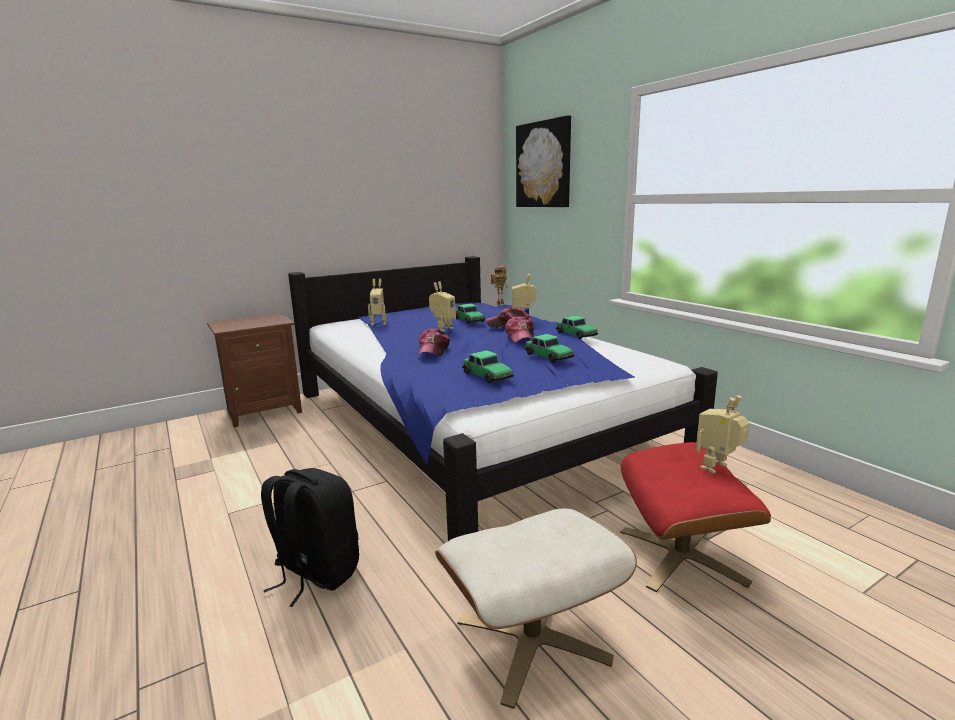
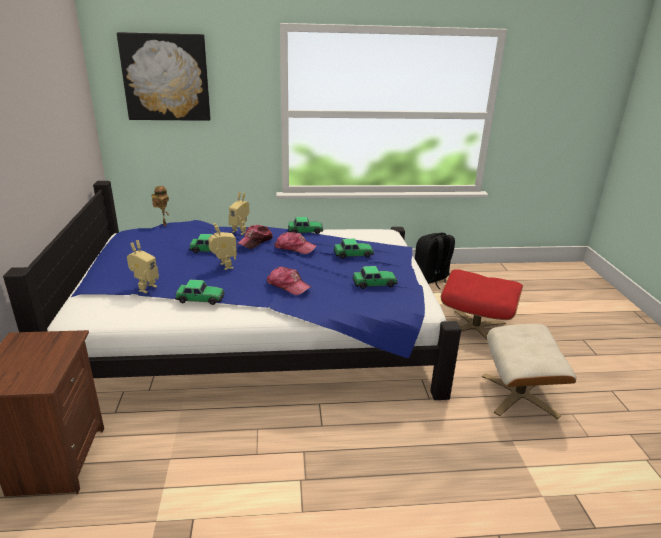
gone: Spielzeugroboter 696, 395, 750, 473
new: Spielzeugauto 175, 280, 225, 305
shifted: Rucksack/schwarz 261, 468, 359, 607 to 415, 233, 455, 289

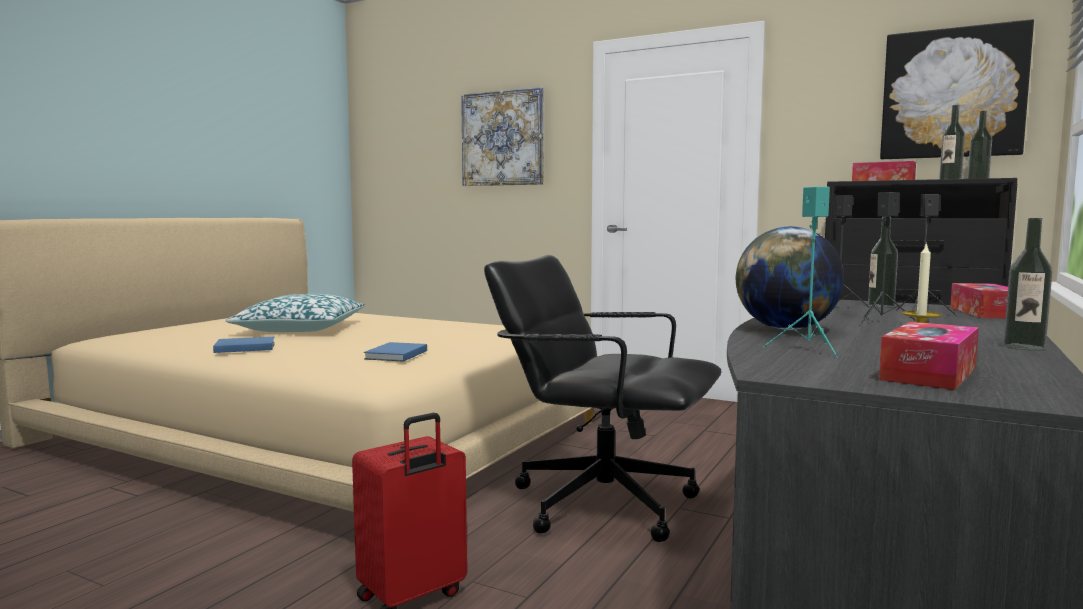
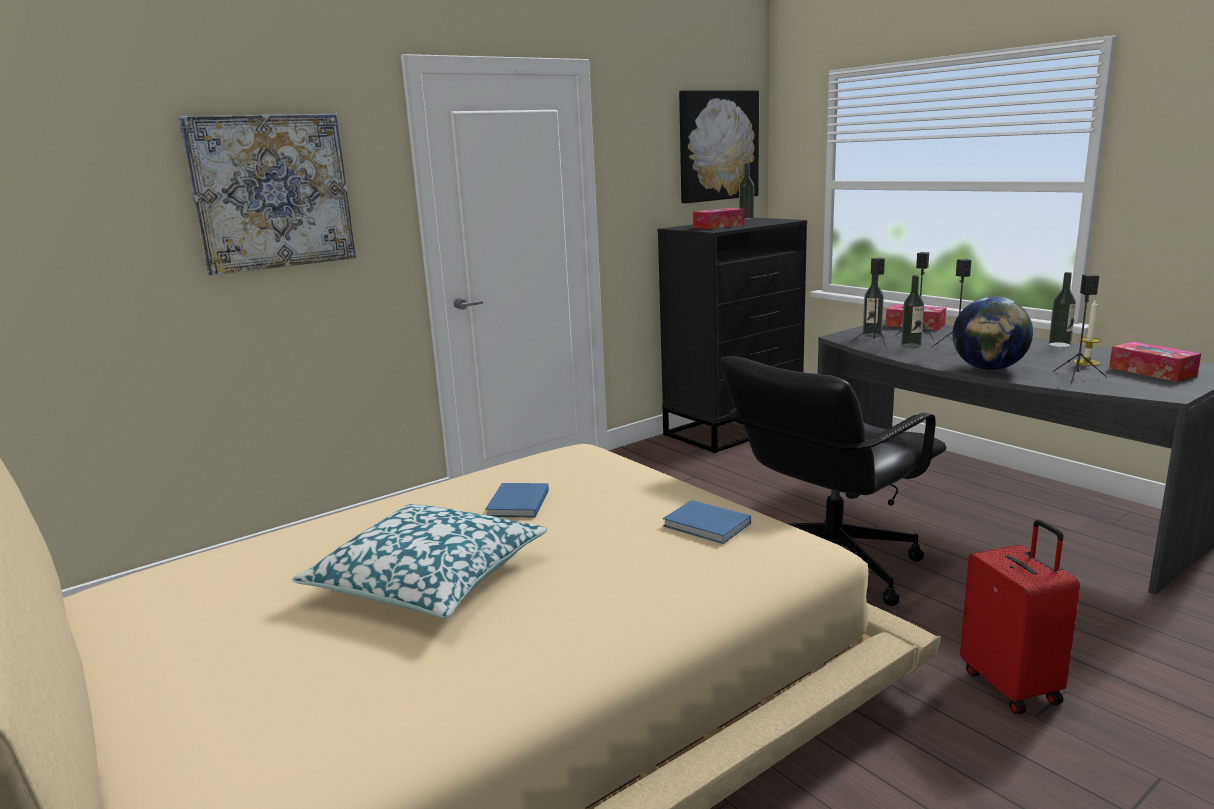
shifted: Flasche 939, 105, 965, 179 to 901, 275, 924, 348; Buch/blau 213, 337, 275, 353 to 485, 483, 549, 518
repainted: Lautsprecher/türkis 762, 187, 838, 358 to Lautsprecher/schwarz 1053, 274, 1107, 384

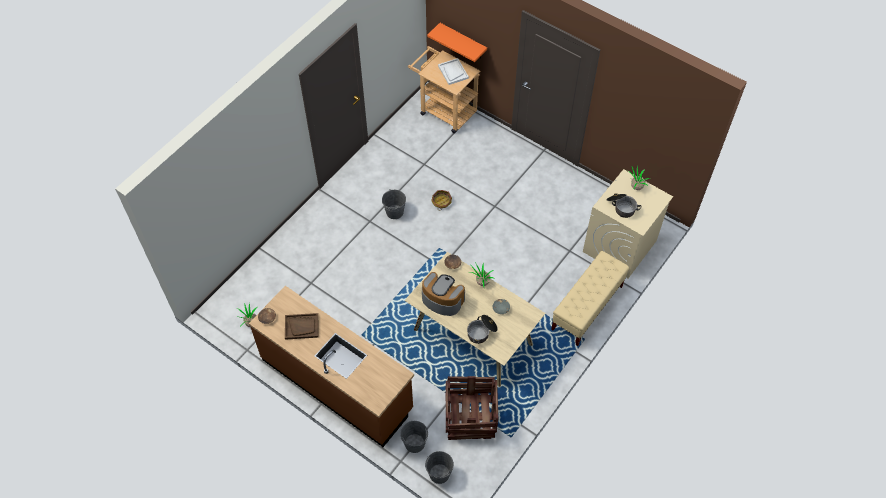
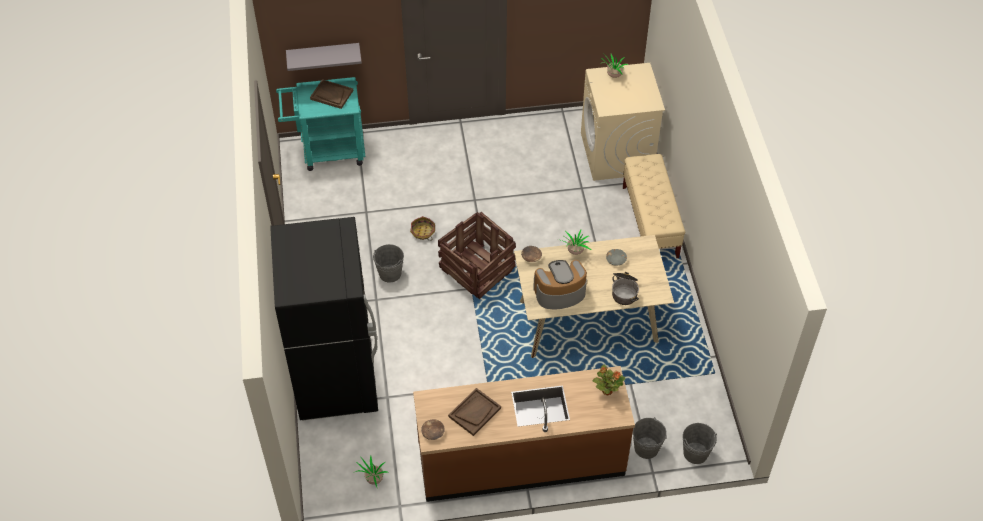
gone: Kochtopf 606, 193, 641, 218
new: Kühlschrank/schwarz 270, 217, 378, 420; Topfpflanze 593, 365, 625, 395
shifted: Kiste 446, 376, 498, 440 to 438, 212, 516, 299
repainted: Wandregal/orange 427, 23, 487, 62 to Wandregal/grau 286, 43, 362, 71; Rollwagen/beige 408, 46, 480, 133 to Rollwagen/türkis 276, 77, 366, 171; Tablett/weiß 438, 58, 469, 85 to Tablett/braun 310, 79, 353, 109

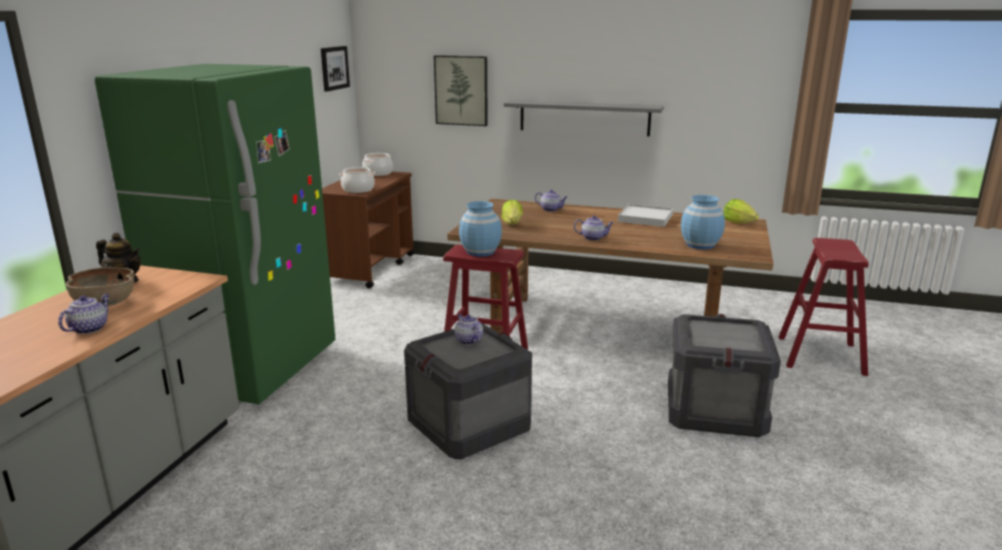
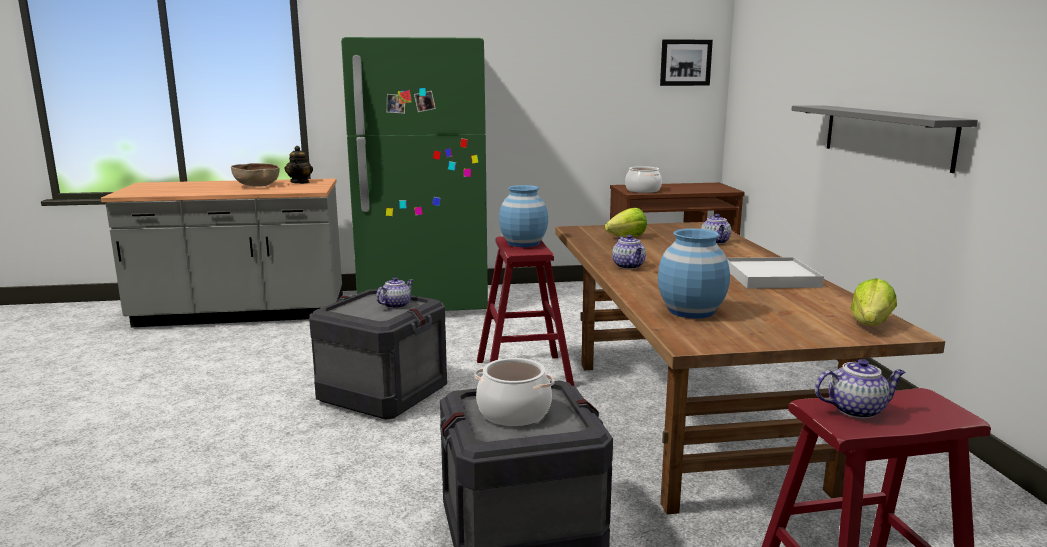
gone: Bild 434, 55, 488, 126
shifted: Kochtopf 362, 153, 393, 176 to 474, 358, 555, 426; Teekanne 58, 294, 109, 334 to 815, 359, 906, 418

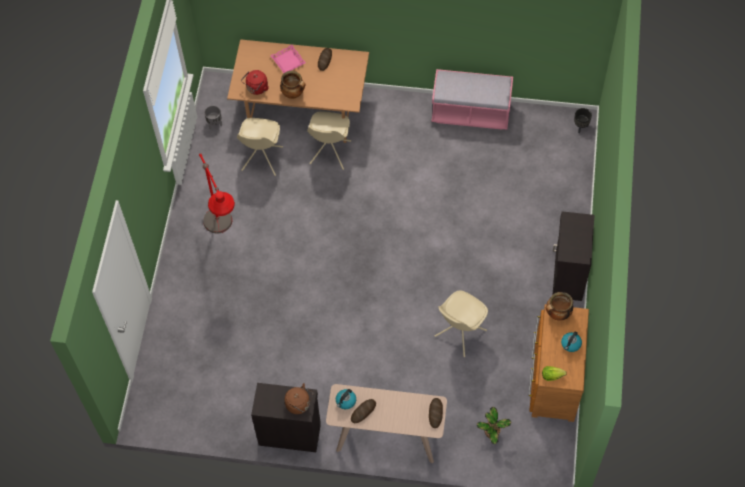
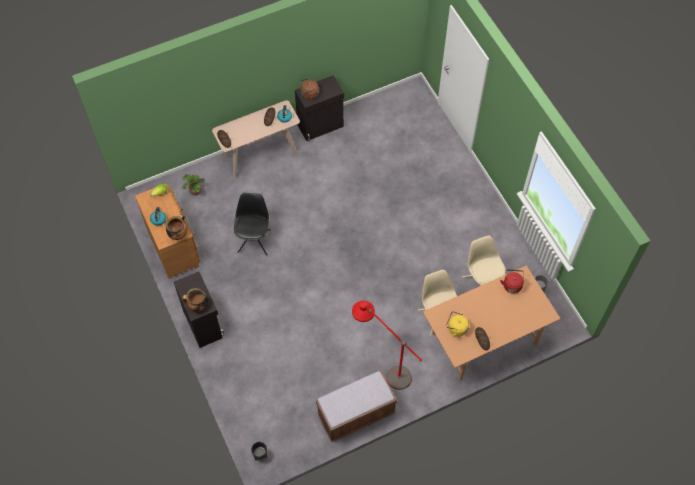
gone: Tablett/rosa 270, 45, 306, 73
new: Wasserkessel/gelb 446, 311, 469, 337
shifted: Kochtopf 280, 71, 306, 99 to 182, 288, 208, 312; Stehlampe/rot 199, 153, 235, 234 to 352, 301, 422, 390
repainted: Bank/rosa 431, 69, 513, 130 to Bank/braun 316, 371, 397, 443; Stuhl/beige 434, 291, 488, 357 to Stuhl/schwarz 234, 193, 271, 255

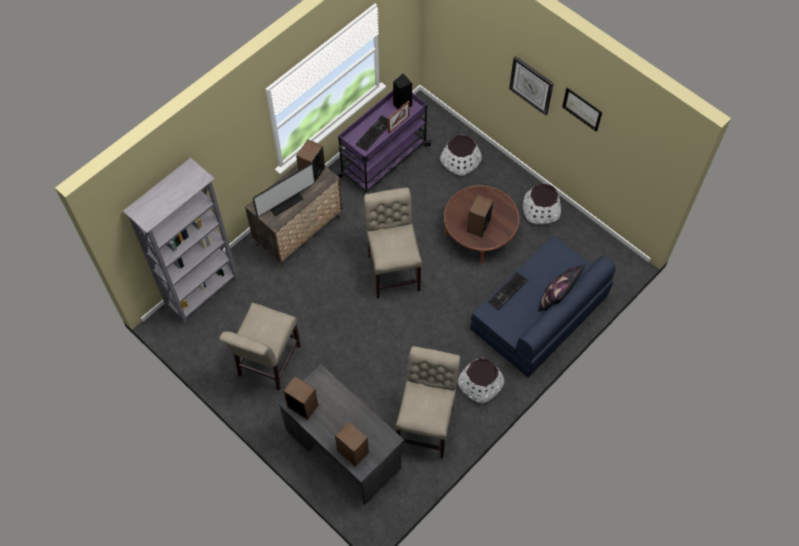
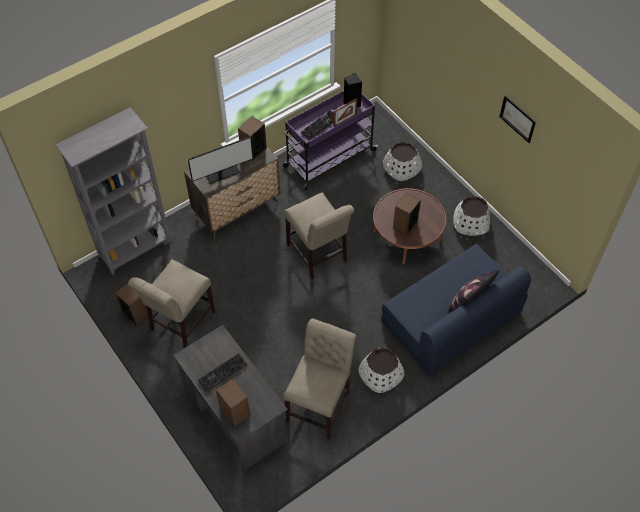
gone: Wanduhr 509, 56, 554, 116
shifted: Tastatur 488, 272, 528, 310 to 198, 353, 247, 392; Lautsprecher 283, 376, 318, 420 to 115, 283, 148, 325
rotated: Stuhl/beige 364, 187, 422, 299 = 284, 192, 354, 279 150 degrees clockwise

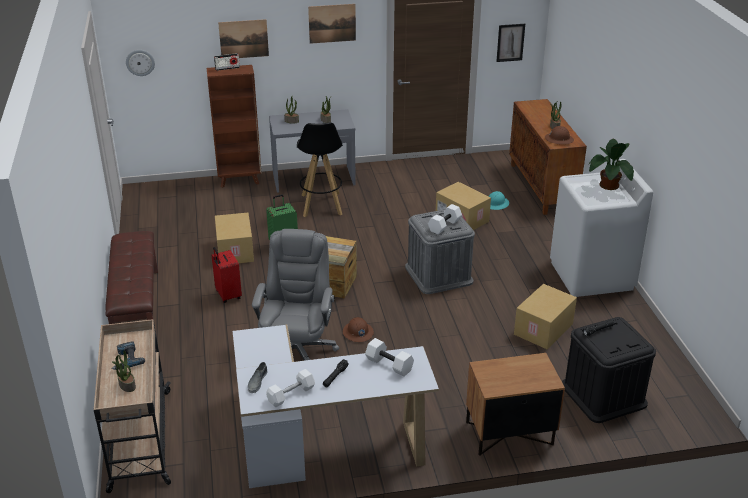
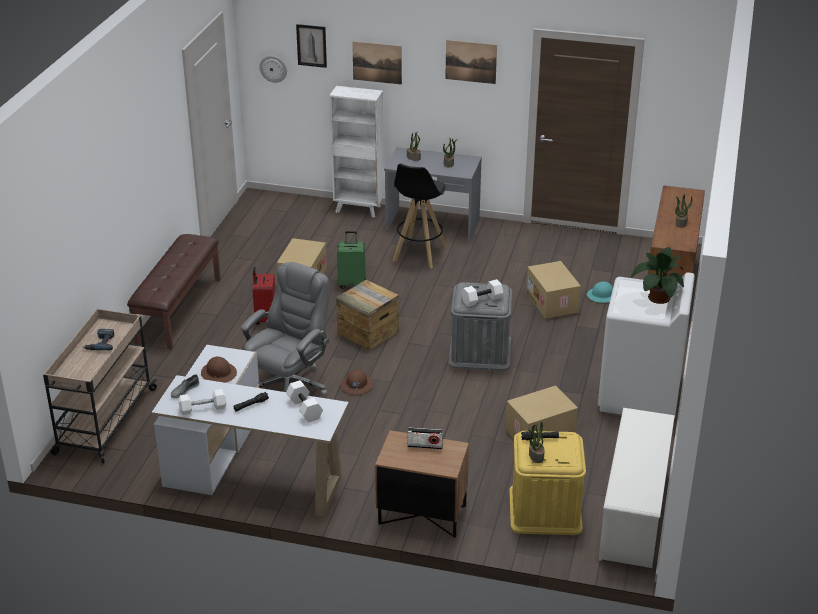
new: Schuhregal/weiß 598, 408, 675, 568
shifted: Bild 496, 24, 525, 62 to 296, 24, 327, 68; Radio 214, 53, 240, 71 to 407, 427, 443, 449; Schutzhelm/braun 545, 126, 574, 145 to 201, 356, 237, 383; Topfpflanze 112, 350, 136, 392 to 528, 422, 545, 463
repainted: Bücherregal/braun 207, 65, 261, 188 to Bücherregal/weiß 329, 86, 384, 217; Aufbewahrungsbox/schwarz 562, 317, 656, 423 to Aufbewahrungsbox/gelb 509, 431, 586, 535

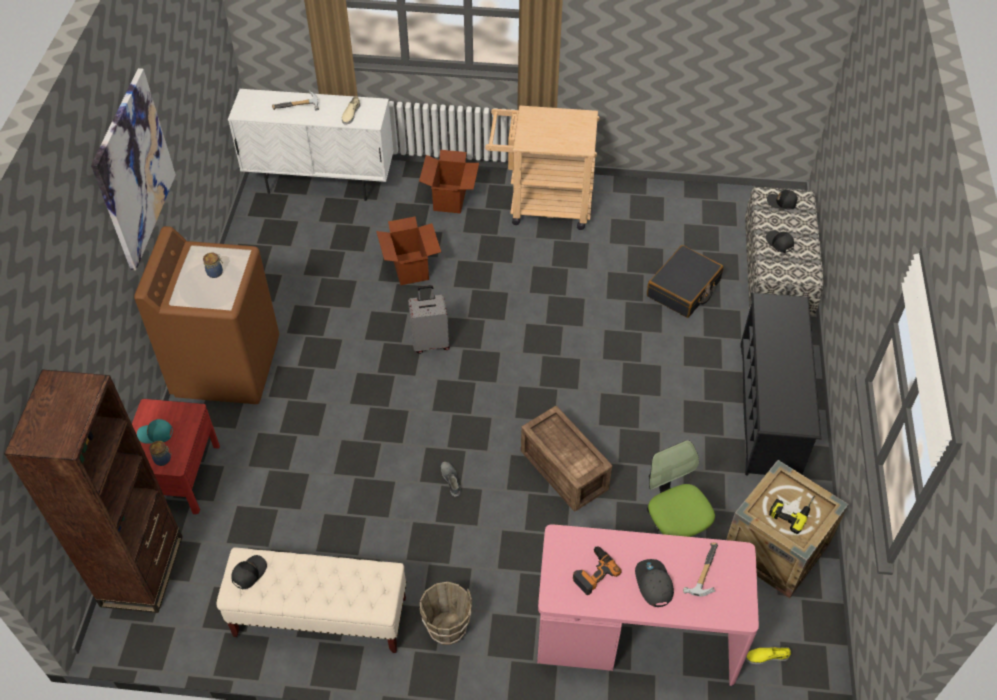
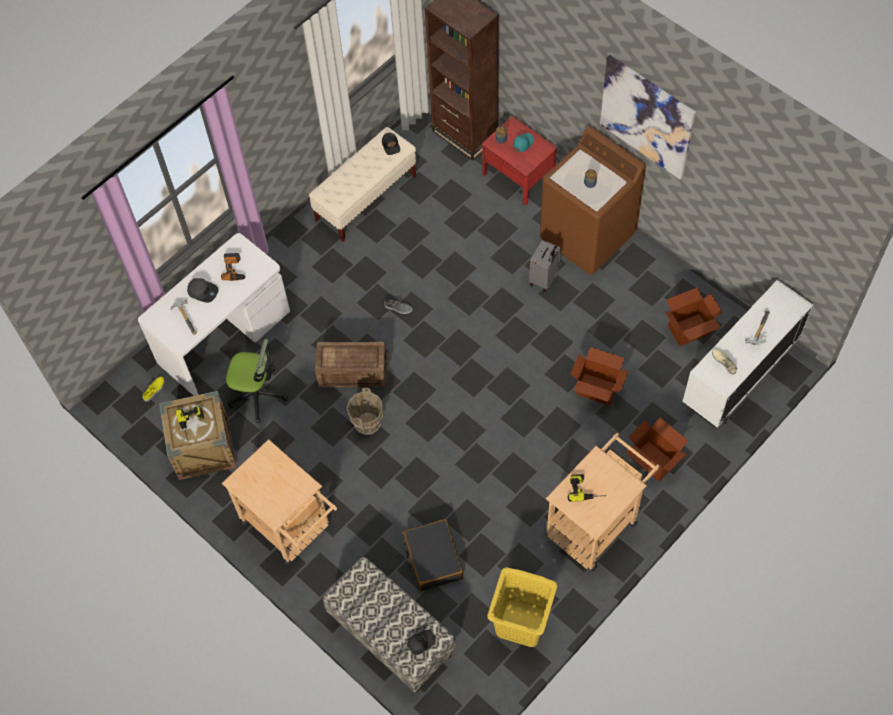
gone: Kappe/schwarz 766, 230, 794, 253
new: Karton 665, 287, 723, 346; Bohrmaschine 568, 474, 606, 502; Wäschekorb/gelb 487, 567, 557, 647
shifted: Koffer/grau 408, 285, 450, 354 to 529, 240, 561, 292; Eimer/braun 420, 582, 472, 645 to 347, 388, 383, 435
swapped: Schuhregal/schwarz 740, 293, 821, 476 to Rollwagen/beige 222, 439, 337, 565
repainted: Schreibtisch/rosa 537, 524, 759, 686 to Schreibtisch/weiß 138, 233, 290, 396

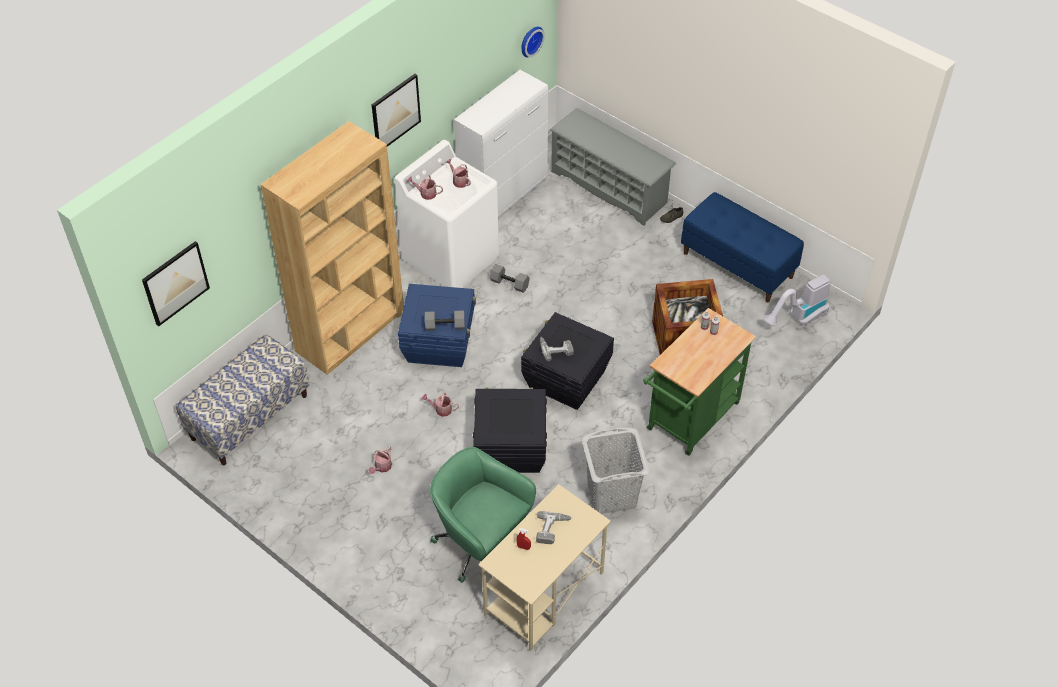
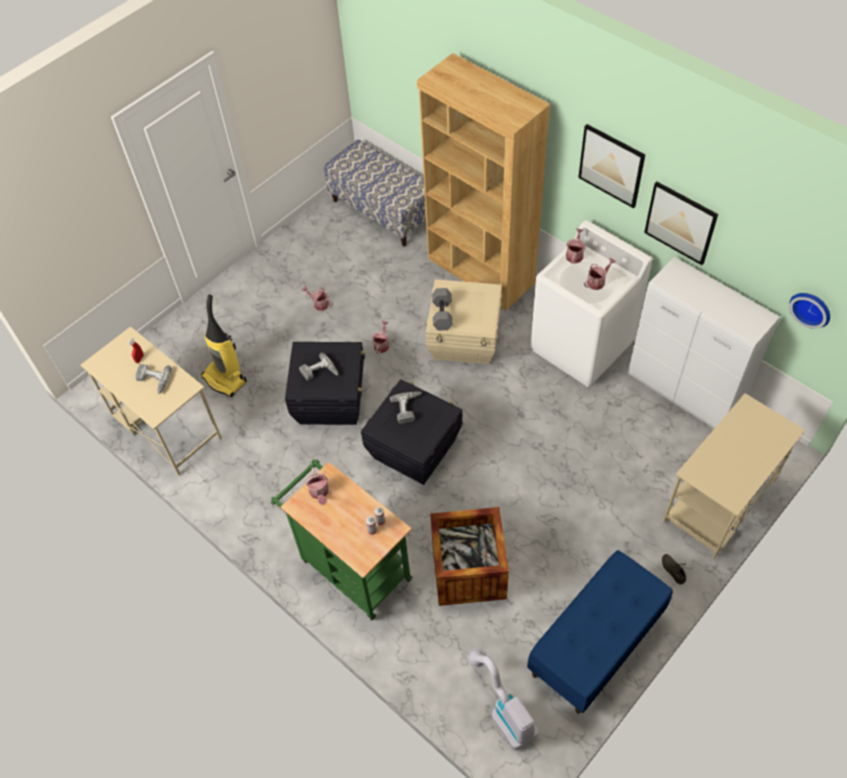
gone: Hantel/grau 490, 264, 530, 293; Wäschekorb/grau 582, 428, 650, 514
new: Bohrmaschine 299, 353, 338, 380; Gießkanne 306, 467, 329, 505
shifted: Bild 142, 241, 210, 326 to 644, 182, 718, 265
swapped: Schuhregal/grau 550, 108, 676, 226 to Schreibtisch/beige 662, 393, 805, 559; Bürostuhl/grün 430, 447, 536, 583 to Staubsauger 201, 294, 247, 397
repainted: Aufbewahrungsbox/blau 398, 284, 476, 367 to Aufbewahrungsbox/beige 426, 279, 502, 364

